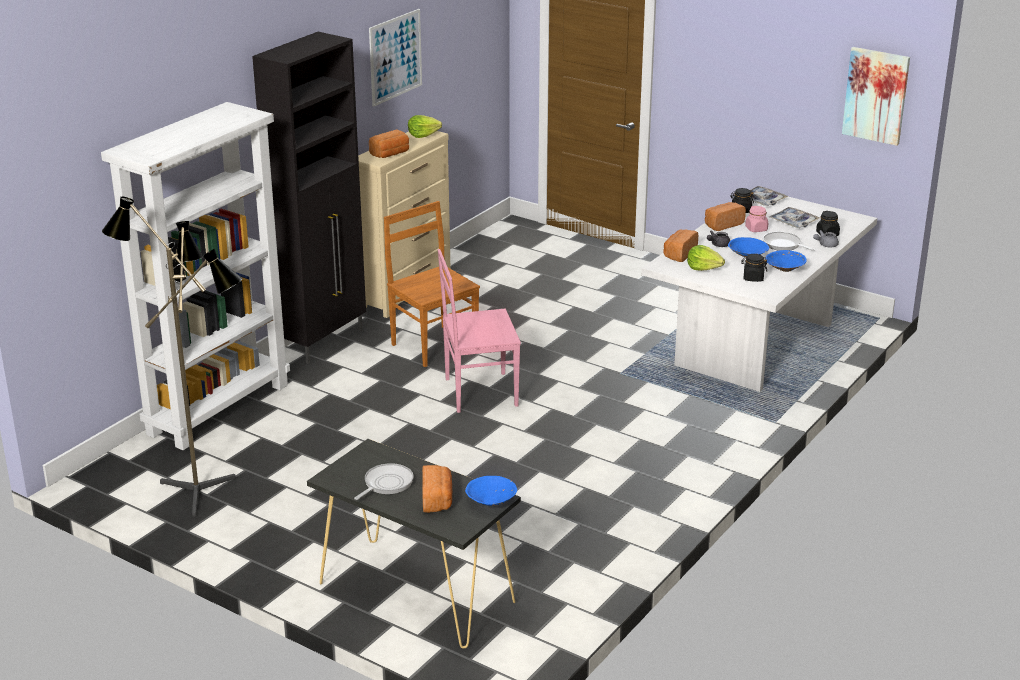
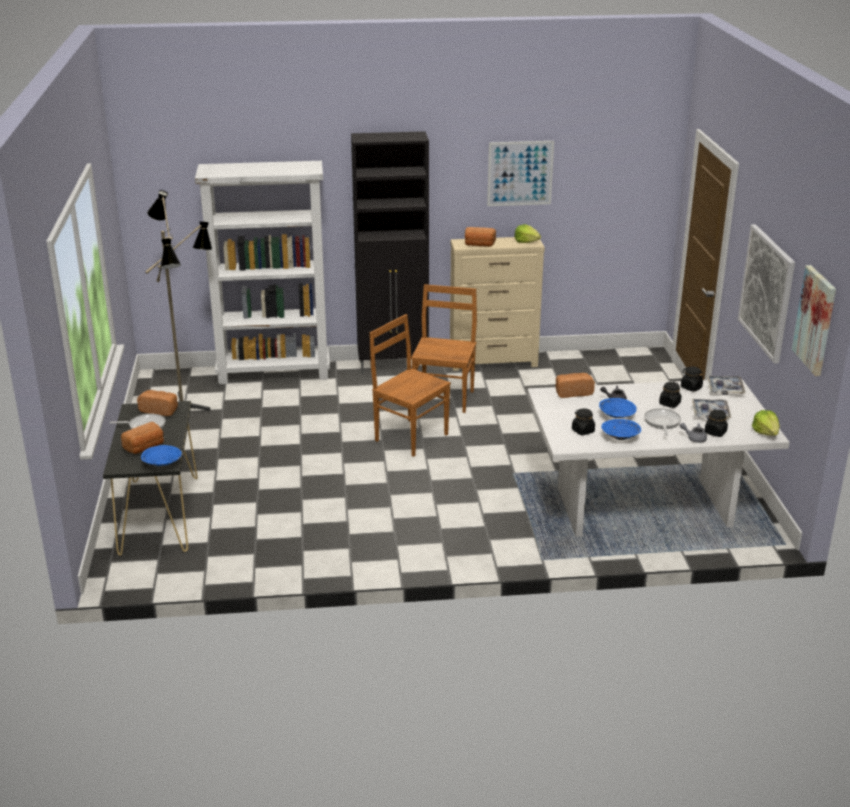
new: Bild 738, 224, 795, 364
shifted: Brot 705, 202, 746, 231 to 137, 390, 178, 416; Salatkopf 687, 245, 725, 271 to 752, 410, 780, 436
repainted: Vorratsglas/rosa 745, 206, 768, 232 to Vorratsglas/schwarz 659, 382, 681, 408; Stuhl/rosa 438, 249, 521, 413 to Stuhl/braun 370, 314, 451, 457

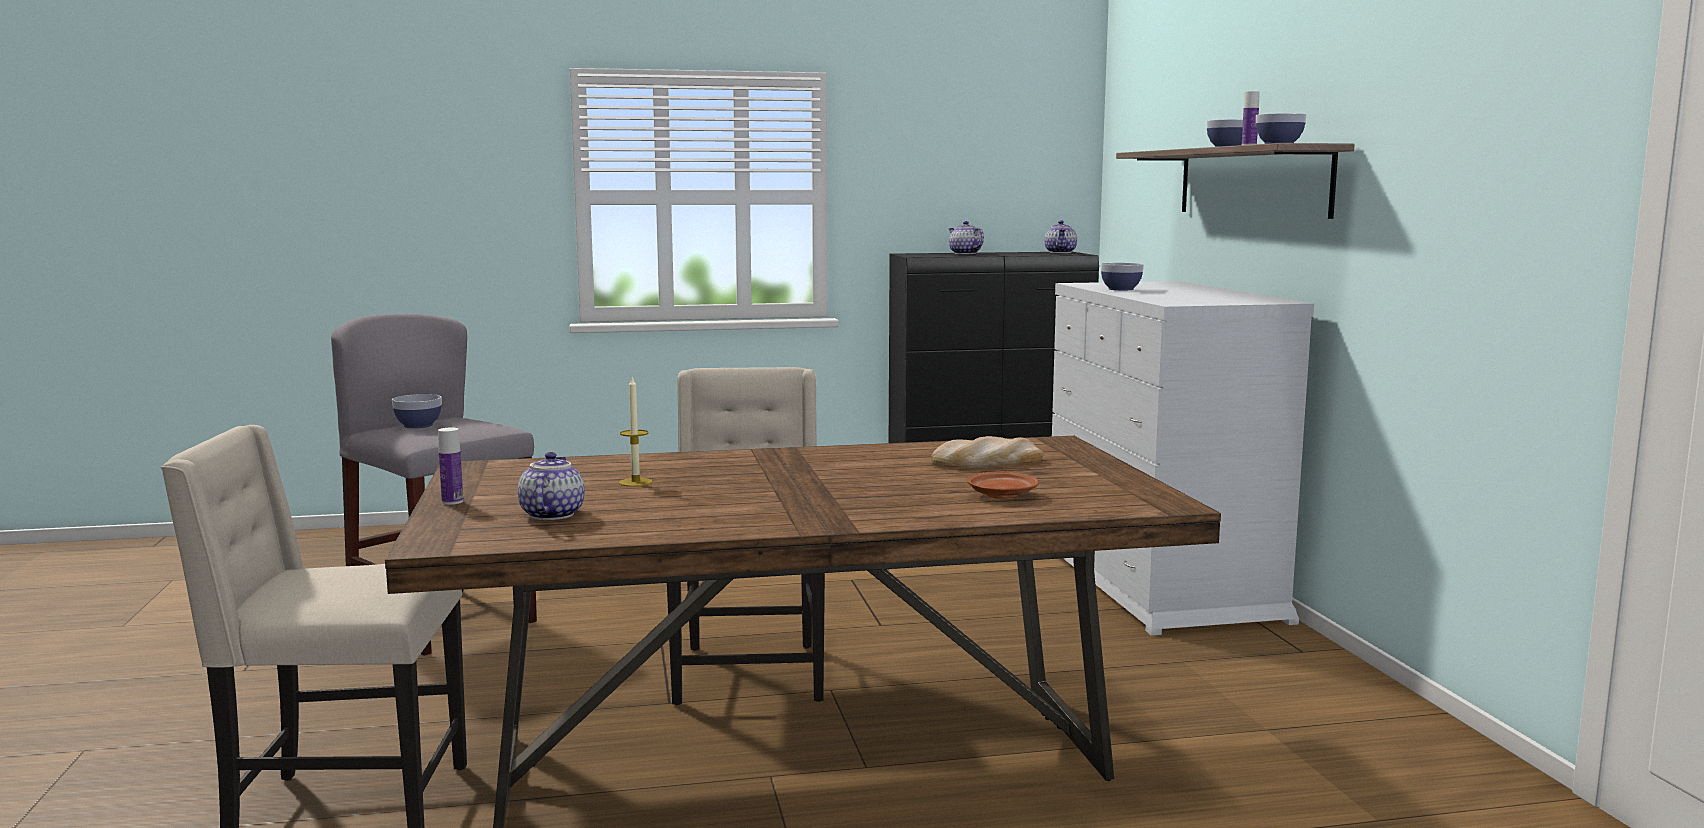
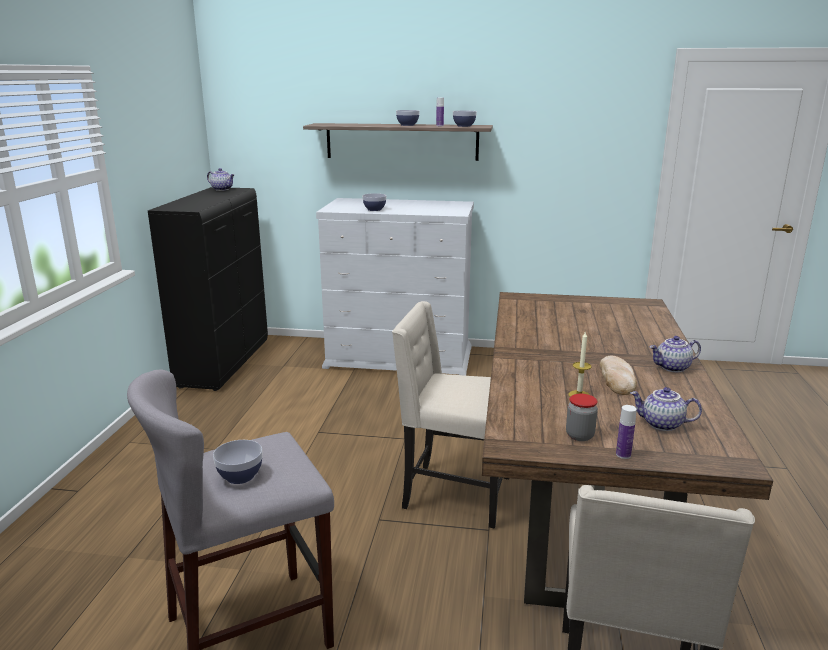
gone: Teller/braun 967, 471, 1039, 499
new: Vorratsglas 566, 394, 598, 441
shifted: Teekanne 949, 221, 984, 254 to 650, 336, 701, 372; Brot 931, 436, 1043, 468 to 600, 355, 637, 395

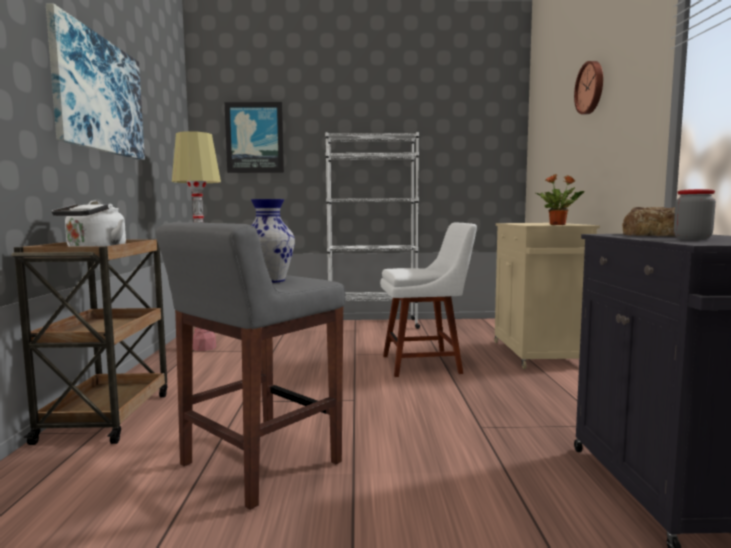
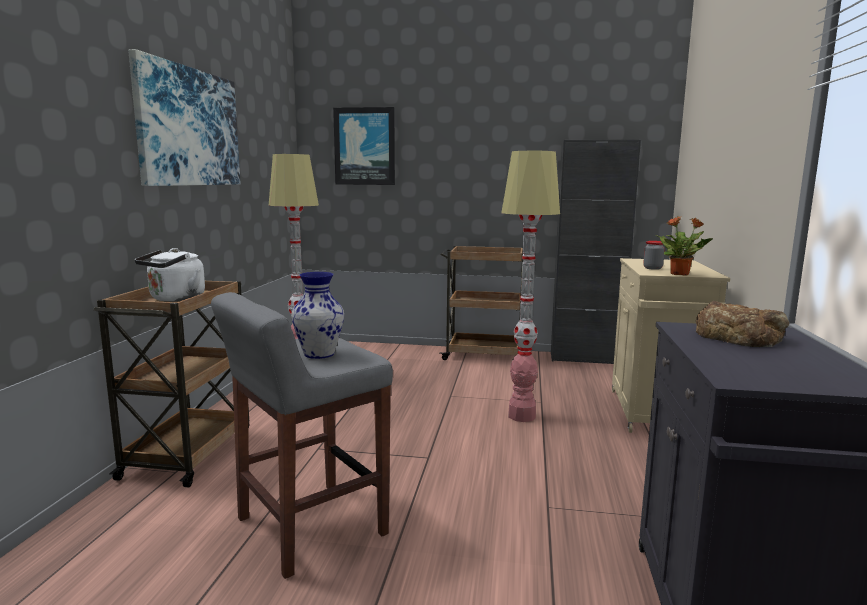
gone: Wanduhr 574, 61, 603, 114
new: Schrank/schwarz 551, 140, 641, 364
shifted: Vorratsglas 674, 189, 716, 240 to 643, 241, 665, 270
swapped: Bücherregal/weiß 325, 132, 420, 329 to Rollwagen/braun 439, 246, 523, 360; Stuhl/weiß 380, 222, 477, 377 to Stehlampe 501, 151, 560, 422

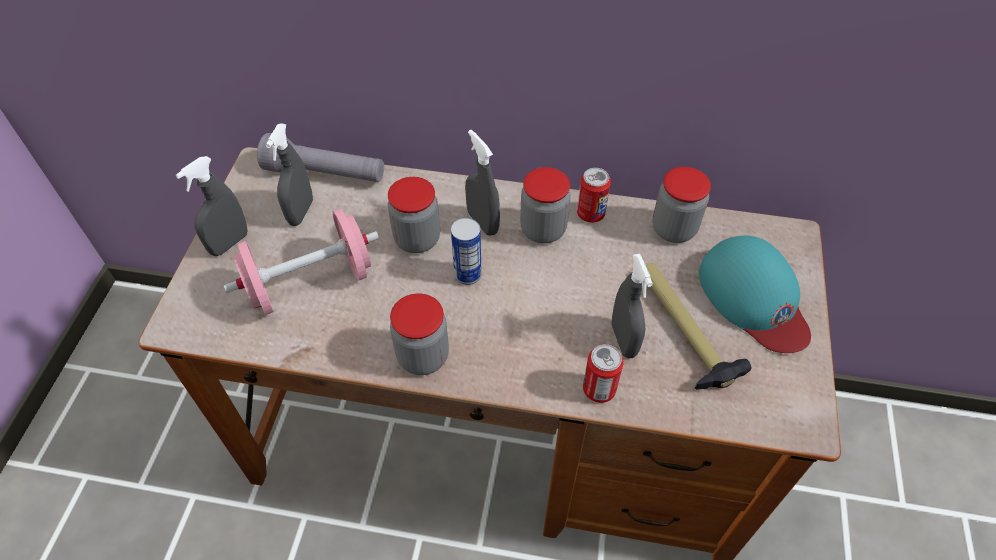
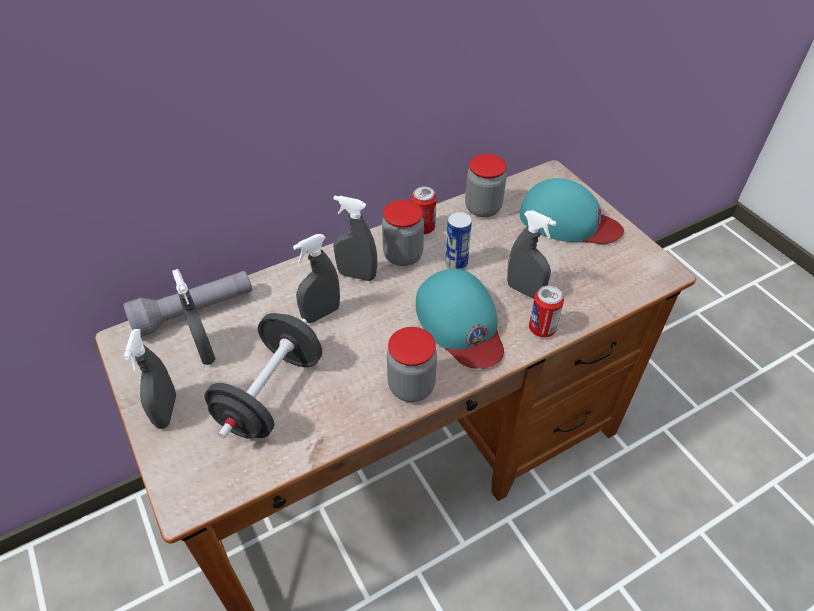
gone: Hammer 646, 263, 751, 389
new: Kappe/türkis 416, 269, 504, 369
shifted: Dose 451, 218, 482, 285 to 445, 211, 472, 270
swapped: Vorratsglas 388, 177, 440, 253 to Sprühflasche/grau 293, 234, 340, 323
repainted: Hantel/rosa 224, 209, 379, 315 to Hantel/schwarz 204, 313, 322, 439

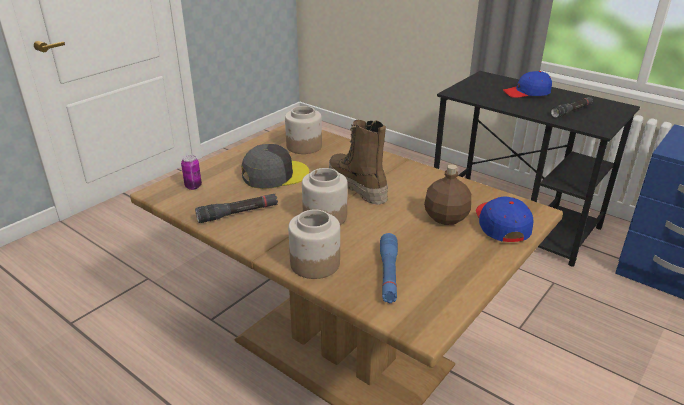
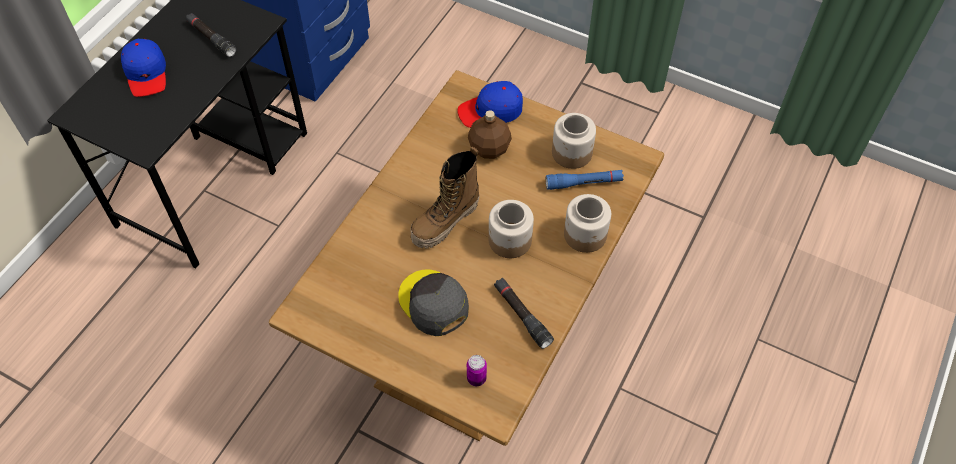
shifted: Vorratsglas 285, 106, 322, 154 to 552, 113, 596, 169

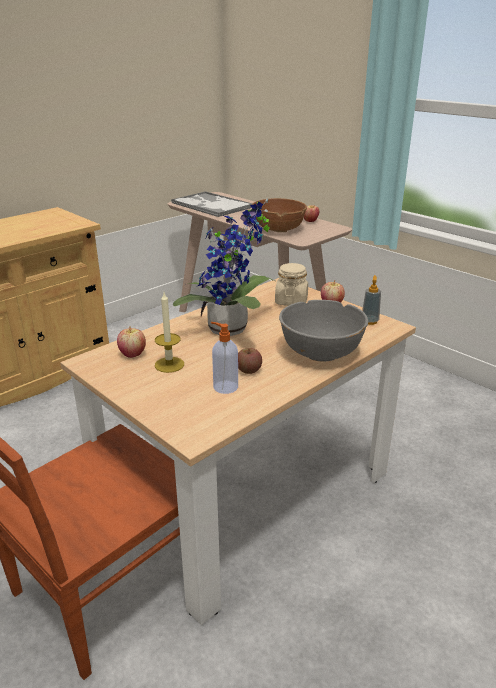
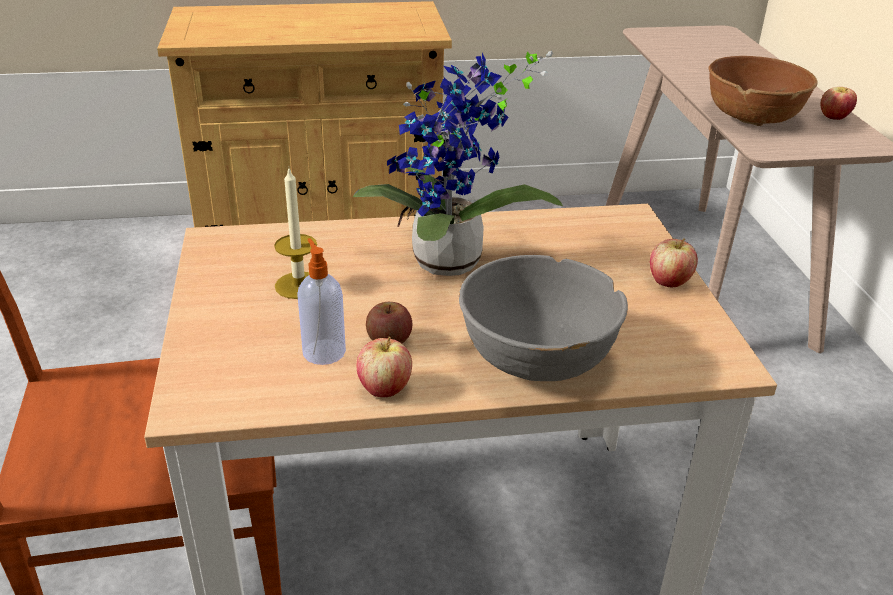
gone: Tablett 171, 191, 252, 217; Vorratsglas/beige 275, 263, 308, 306; Seifenspender 362, 275, 381, 325
shifted: Apfel 117, 326, 146, 358 to 357, 337, 412, 397

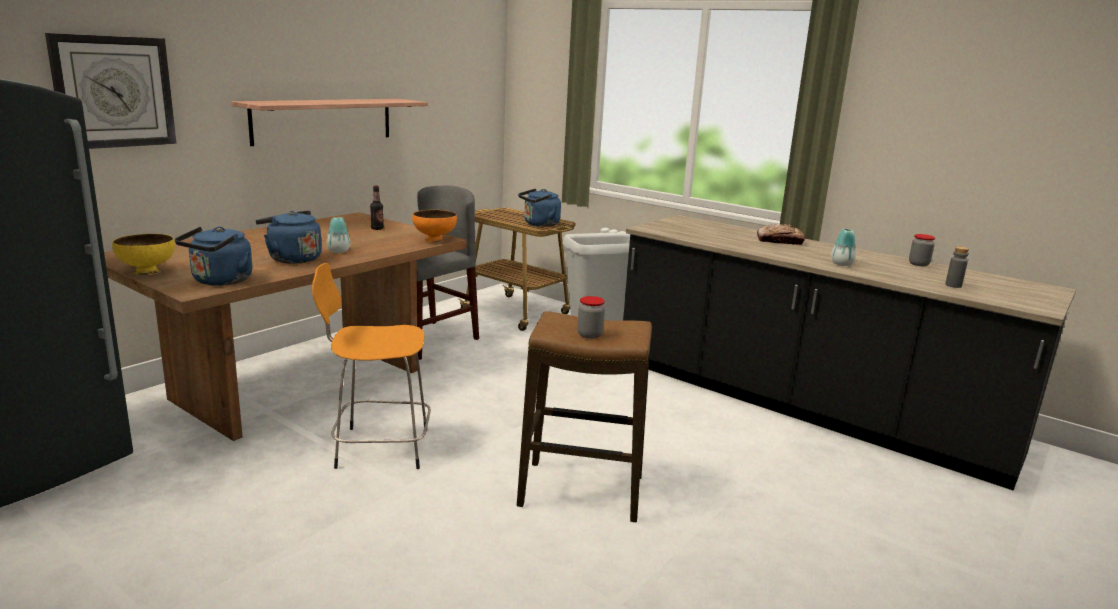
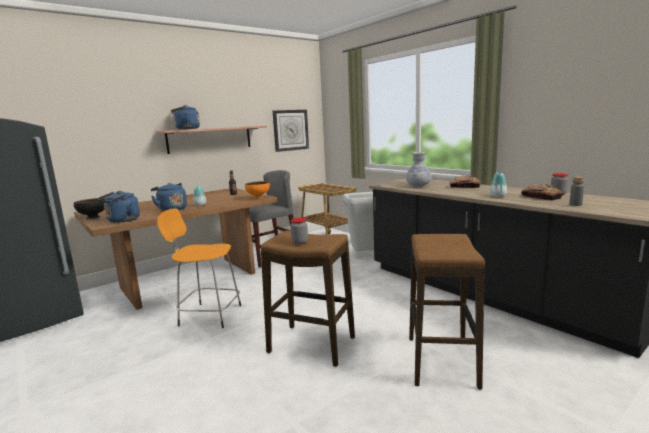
new: Vase 406, 152, 432, 187; Brot 521, 183, 563, 201; Hocker 409, 234, 485, 390
shifted: Wanduhr 45, 33, 176, 149 to 273, 110, 309, 152; Wasserkessel/blau 518, 188, 561, 227 to 171, 105, 200, 130
repainted: Schüssel/gelb 112, 234, 175, 275 to Schüssel/schwarz 74, 198, 106, 219

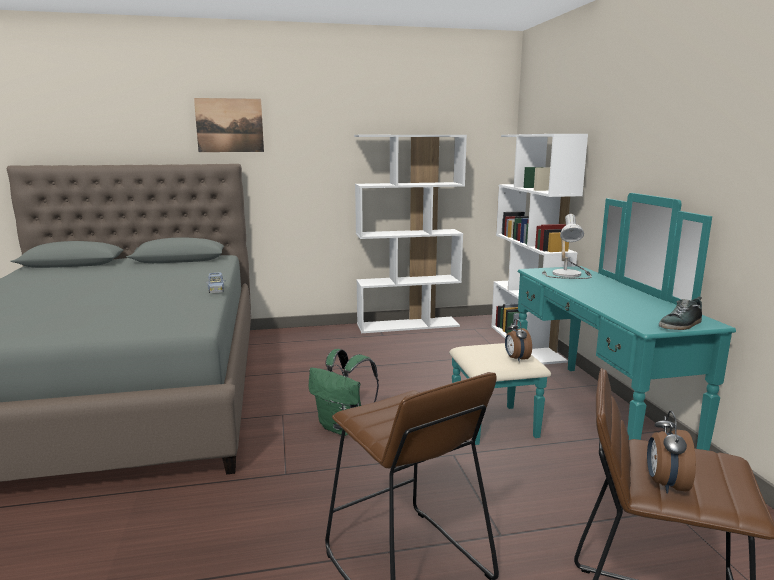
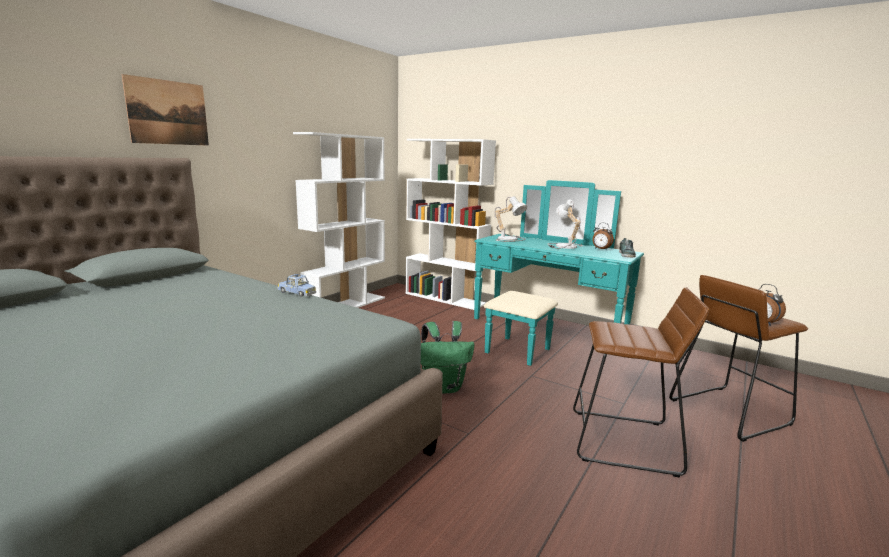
new: Tischlampe 548, 199, 583, 249
shifted: Wecker 505, 319, 532, 362 to 592, 223, 614, 249

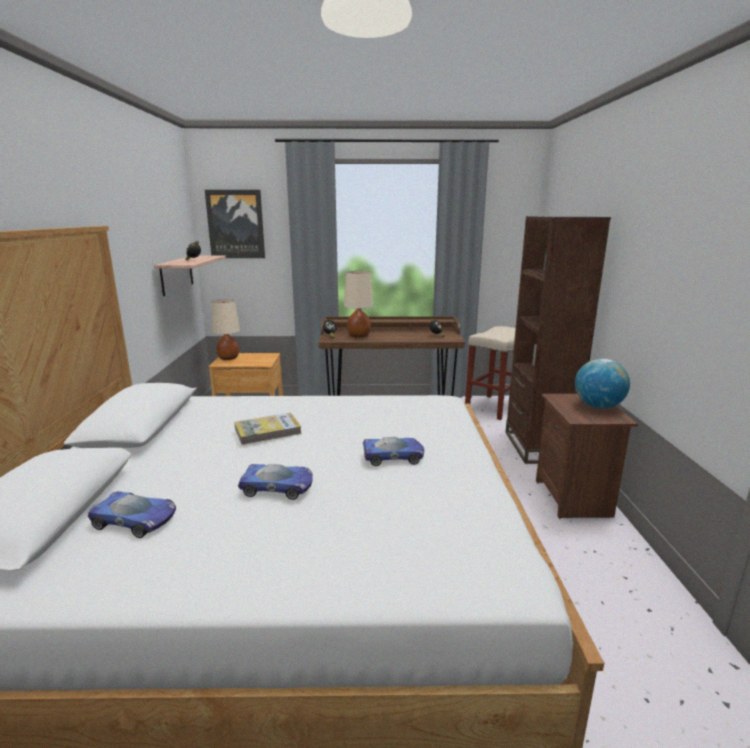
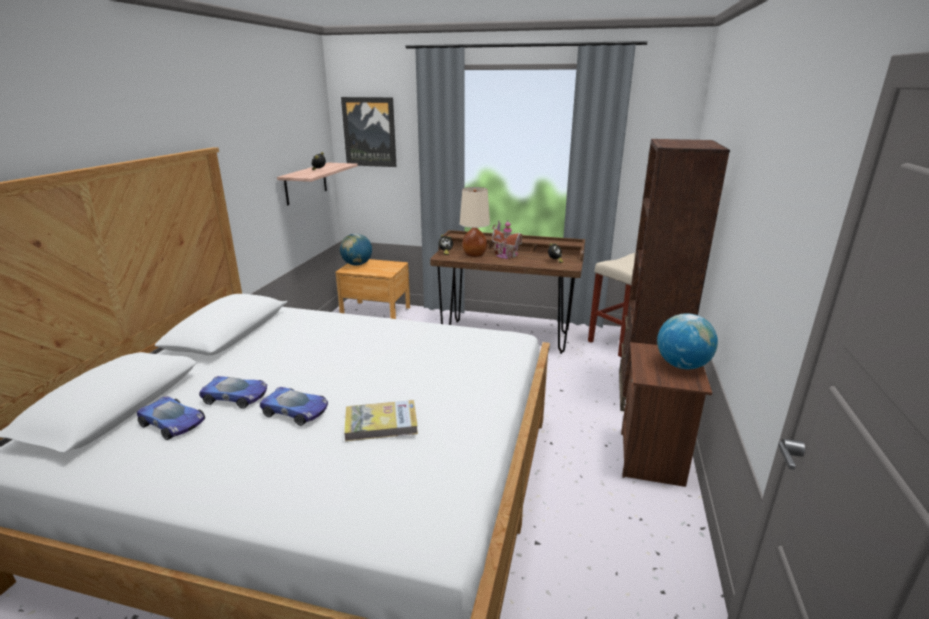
new: Spielzeughaus 492, 220, 523, 259
shifted: Buch 234, 413, 302, 445 to 344, 400, 418, 442; Spielzeugauto 363, 437, 424, 466 to 199, 376, 267, 409
swapped: Tischlampe/beige 212, 299, 240, 360 to Globus 340, 233, 372, 266

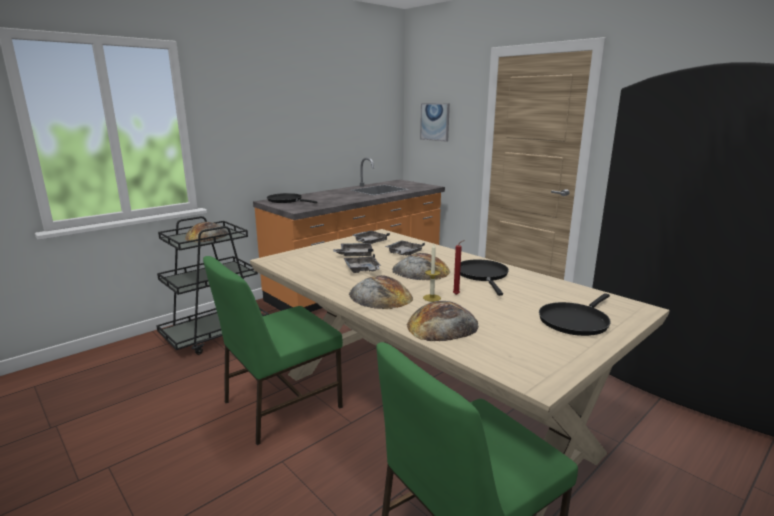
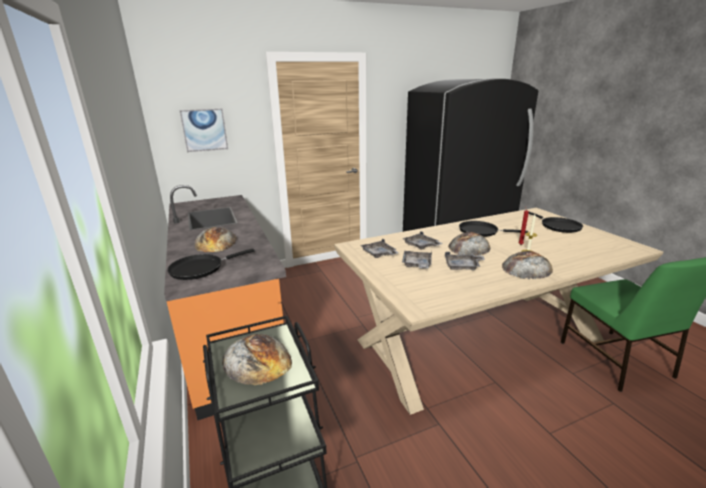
gone: Stuhl/grün 203, 256, 343, 445
shifted: Brot 407, 301, 479, 341 to 194, 227, 237, 252

